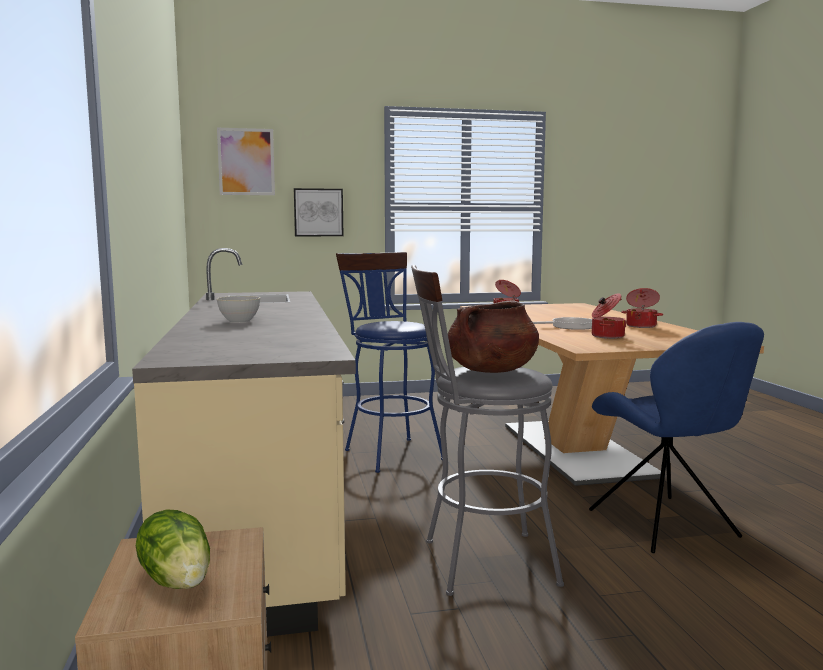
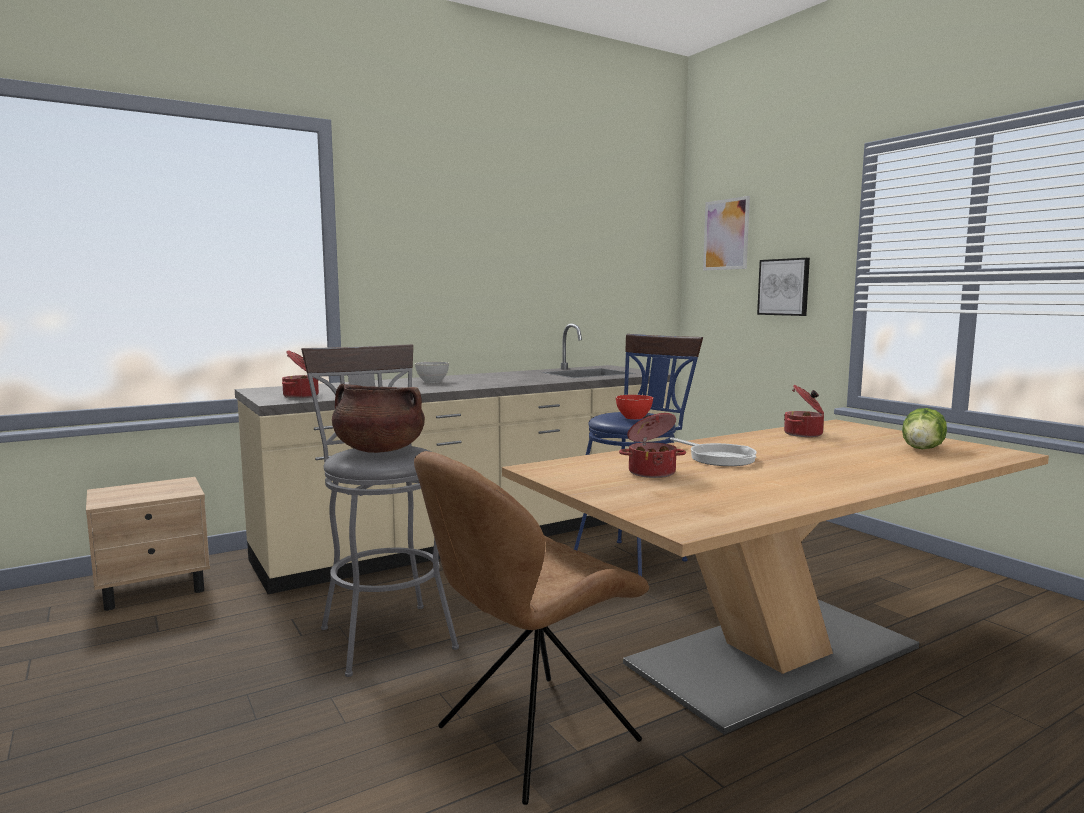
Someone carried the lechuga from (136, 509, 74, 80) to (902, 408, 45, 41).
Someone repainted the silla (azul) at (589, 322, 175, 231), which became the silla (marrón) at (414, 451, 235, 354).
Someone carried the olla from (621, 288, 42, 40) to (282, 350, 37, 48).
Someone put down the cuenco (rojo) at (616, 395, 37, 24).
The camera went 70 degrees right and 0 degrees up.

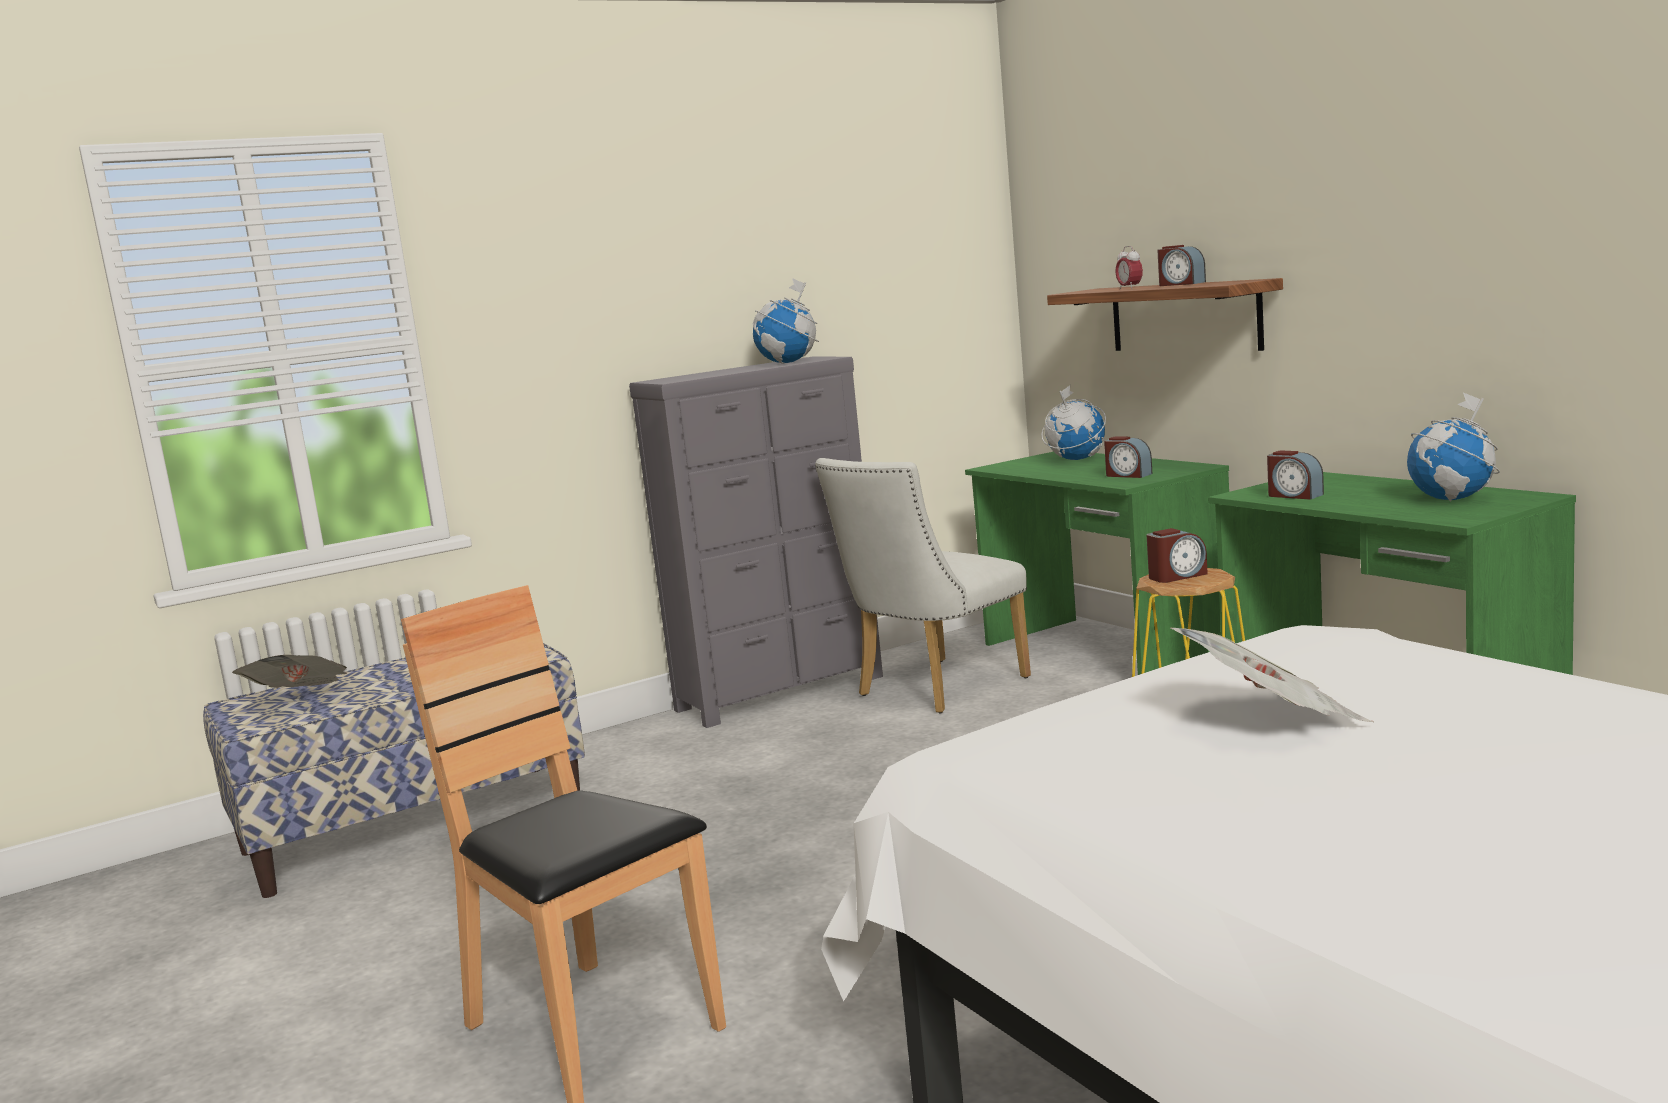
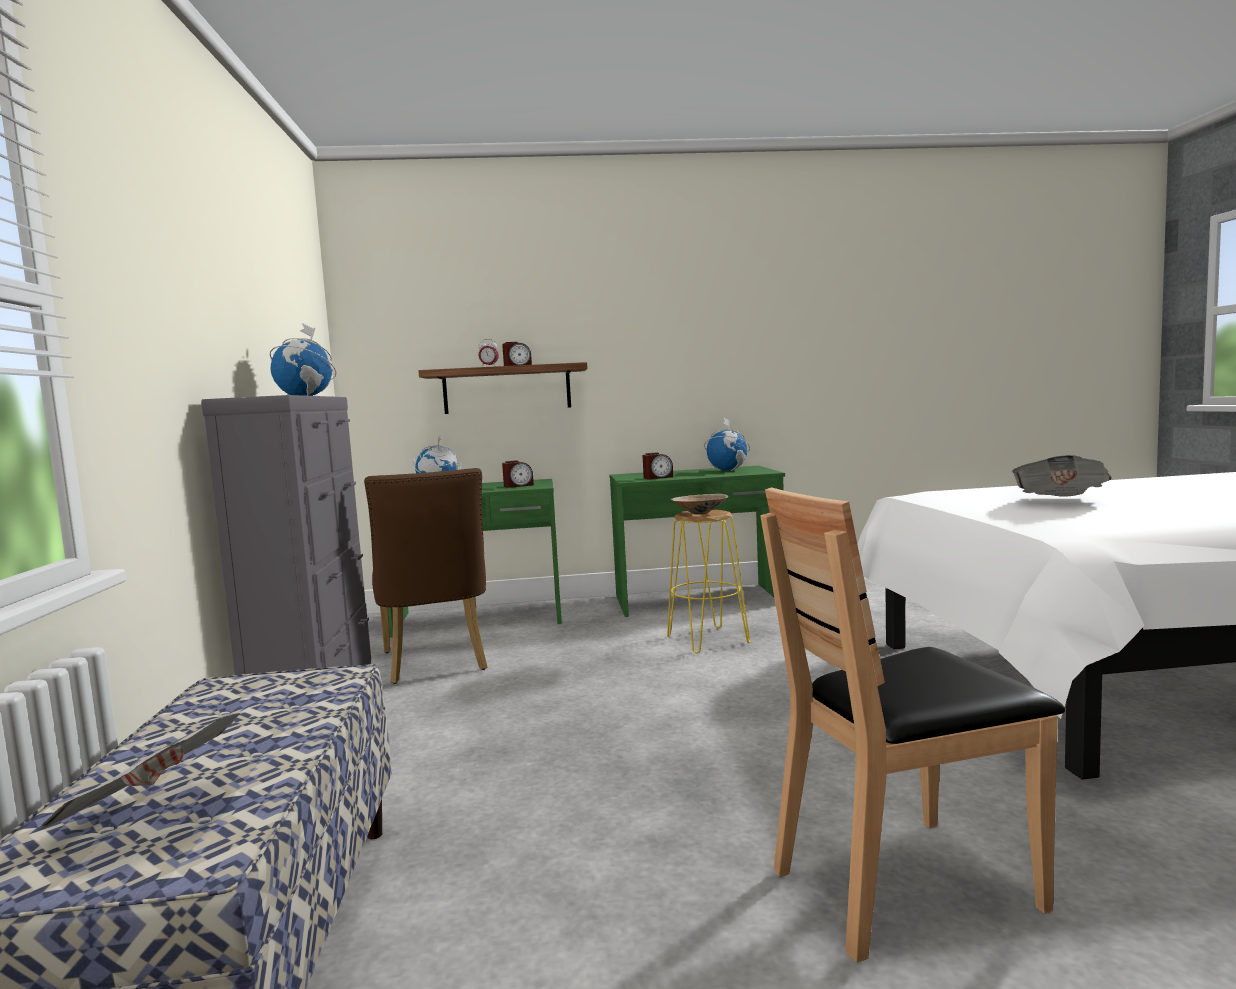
Someone repainted the silla (blanco) at (815, 458, 216, 255), which became the silla (marrón) at (364, 468, 124, 216).
Someone swapped the despertador at (1147, 528, 61, 55) for the cuenco (beis) at (671, 494, 57, 21).
The camera went 65 degrees left and 5 degrees down.

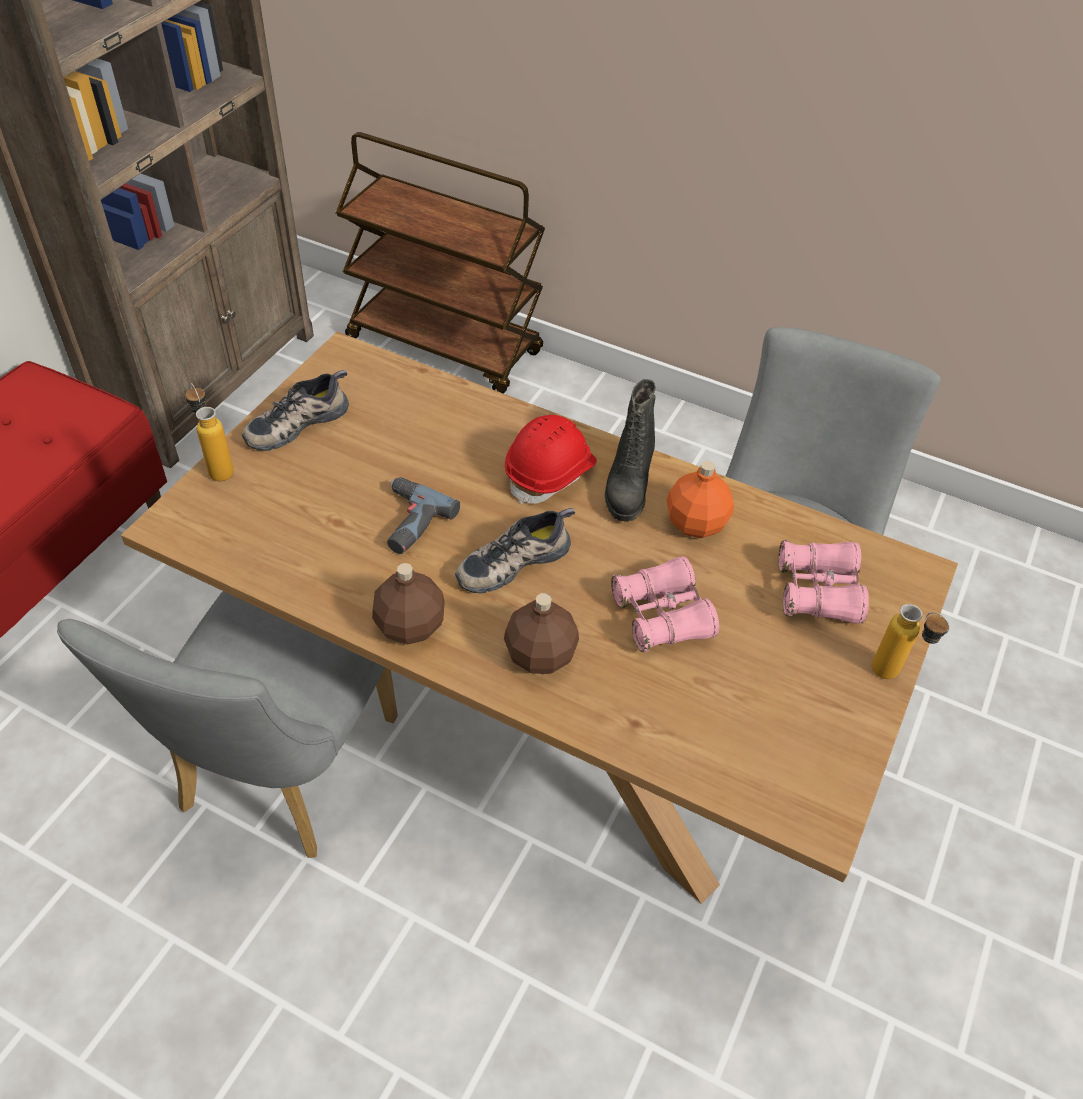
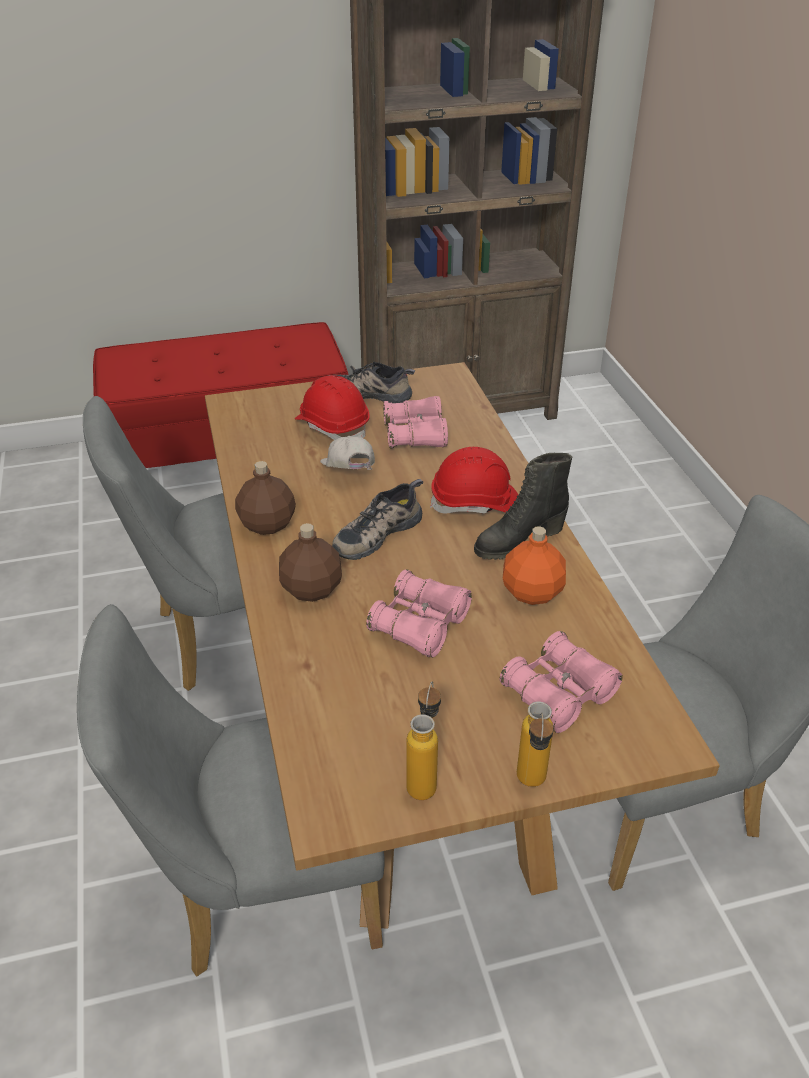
Someone carried the botella from (185, 383, 49, 98) to (406, 682, 35, 118).
Someone took away the carrito (marrón) at (335, 132, 210, 262).
Someone swapped the taladro at (387, 477, 73, 77) for the gorra (blanco) at (320, 436, 55, 34).
Someone rotated the zapato at (455, 508, 120, 85) by 60 degrees counterclockwise.
Someone put down the silla (gris) at (77, 604, 308, 372).
Someone put down the casco (rojo) at (295, 375, 75, 65).
Someone put down the prismáticos (rosa) at (383, 396, 65, 53).
The camera went 50 degrees right and 10 degrees down.

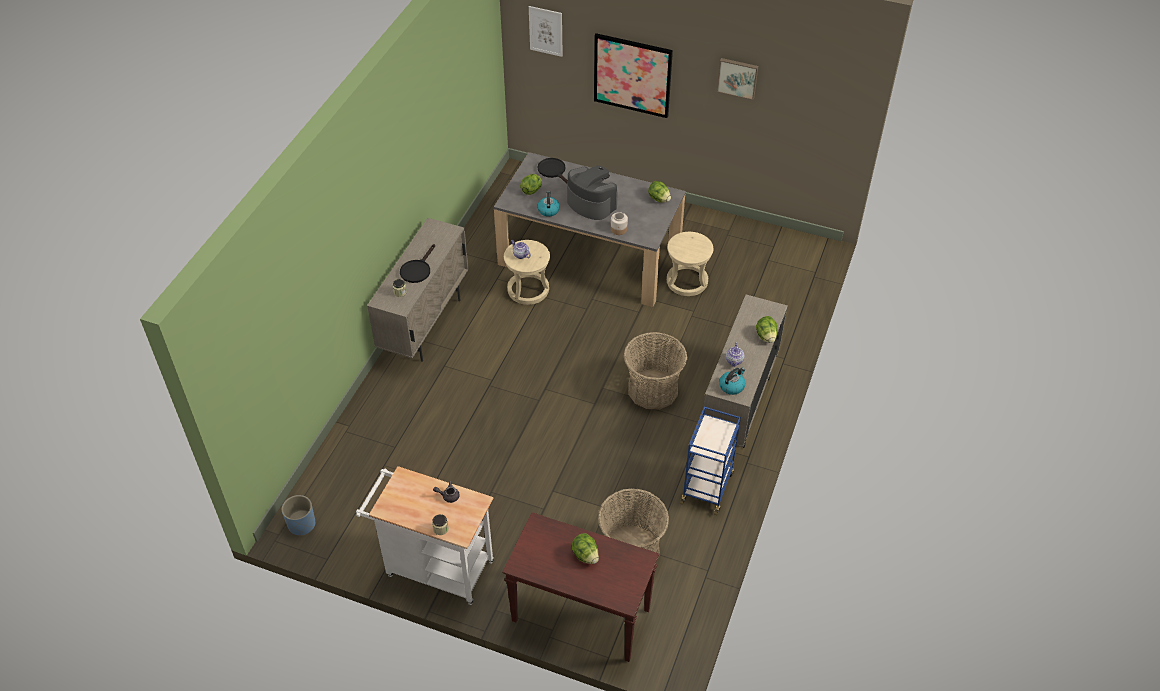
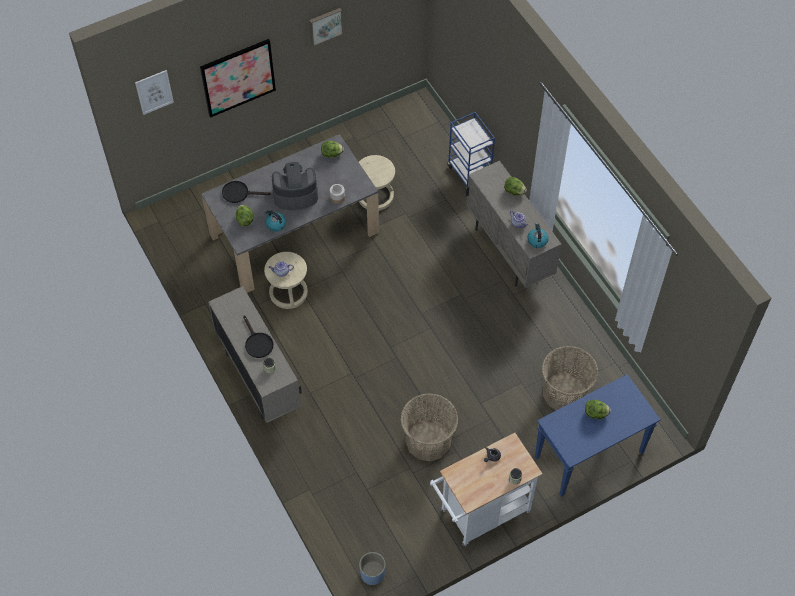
Someone repainted the mesa consola (marrón) at (502, 512, 157, 150), which became the mesa consola (azul) at (535, 374, 126, 123).
Someone carried the cesta from (624, 332, 63, 77) to (401, 393, 57, 68).
Someone carried the carrito (azul) from (680, 407, 61, 108) to (447, 112, 48, 76).
The camera went 50 degrees left and 10 degrees up.

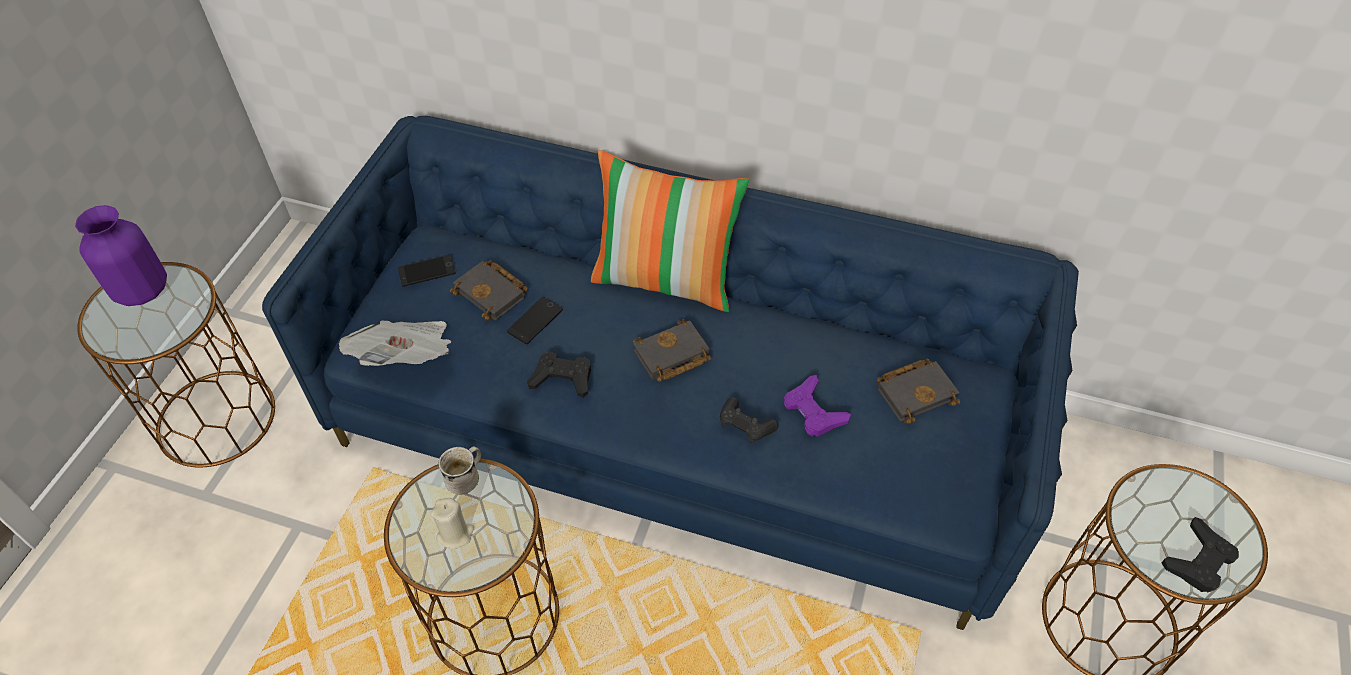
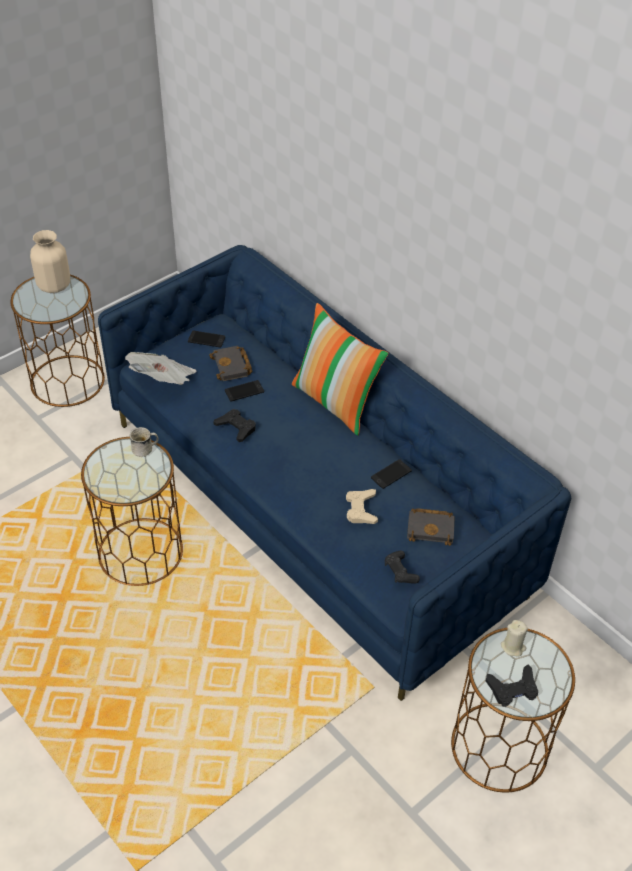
Someone repainted the florero (morado) at (75, 205, 92, 101), which became the florero (beis) at (30, 230, 40, 63).
Someone carried the vela (beis) from (430, 498, 44, 51) to (501, 620, 27, 37).
Someone took away the libro (negro) at (633, 319, 78, 63).
Someone carried the mando de consola (negro) from (720, 397, 58, 46) to (385, 550, 35, 34).
Someone repainted the mando de consola (morado) at (784, 375, 67, 62), which became the mando de consola (beis) at (346, 489, 32, 35).
Someone put down the móvil at (371, 459, 41, 30).
The camera went 30 degrees right and 5 degrees down.

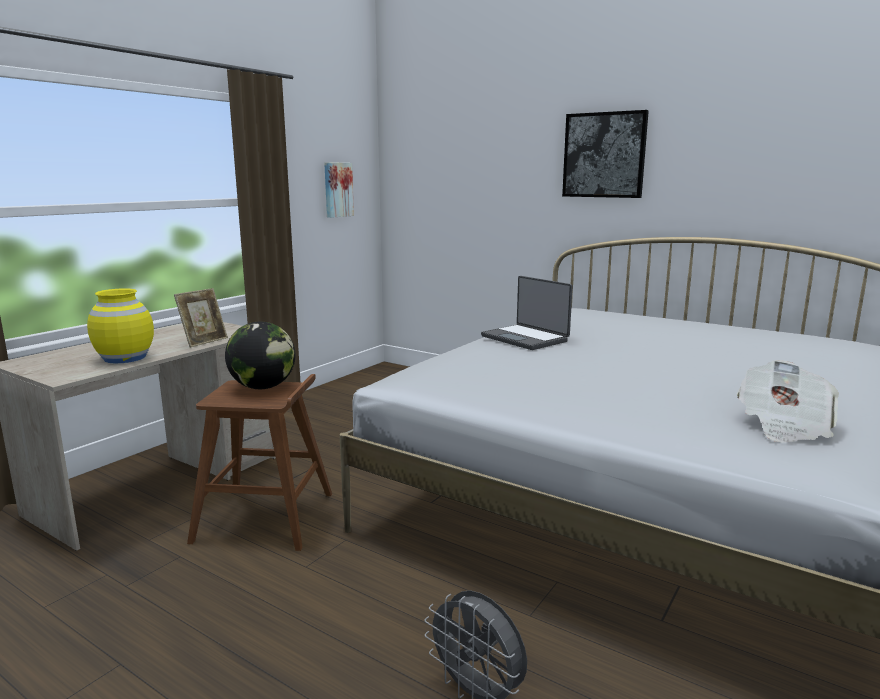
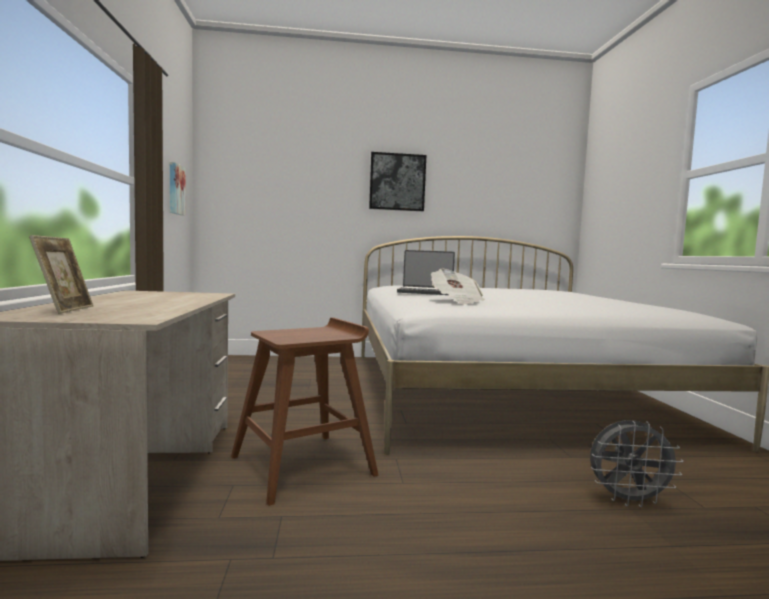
Someone took away the florero (amarillo) at (87, 288, 67, 76).
Someone carried the portarretratos from (174, 288, 54, 60) to (29, 235, 64, 79).
Someone took away the globo terráqueo at (225, 322, 70, 67).
Someone carried the periódico from (737, 360, 102, 83) to (431, 269, 54, 36).
The camera went 40 degrees left and 10 degrees down.

